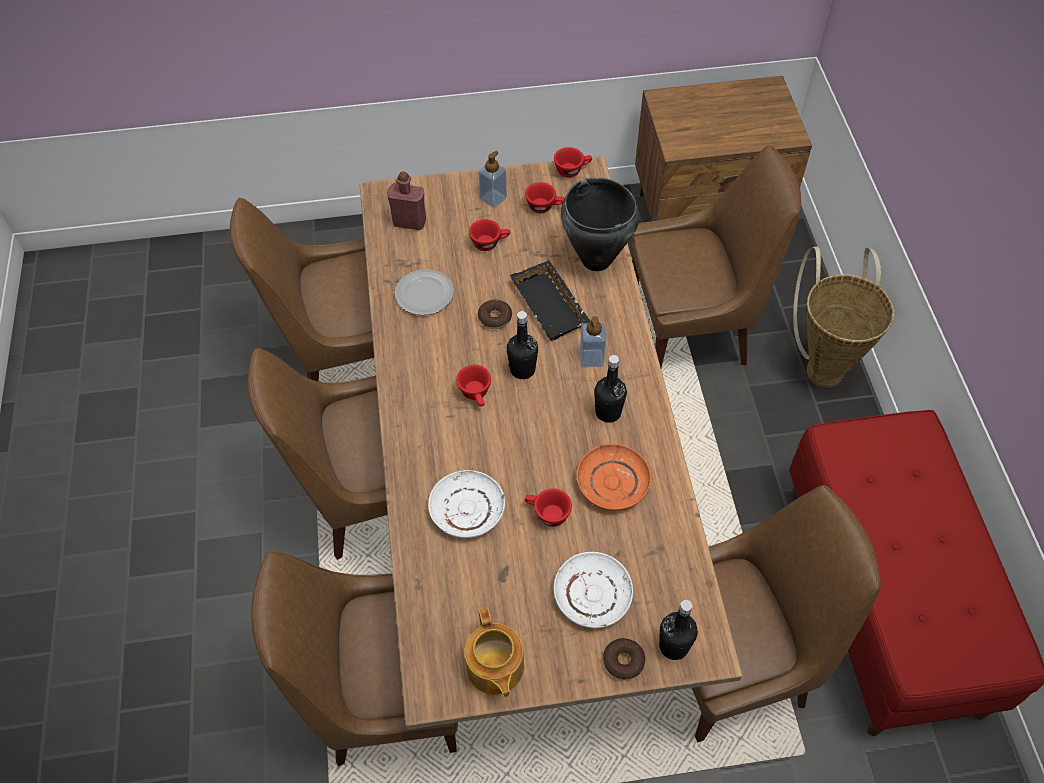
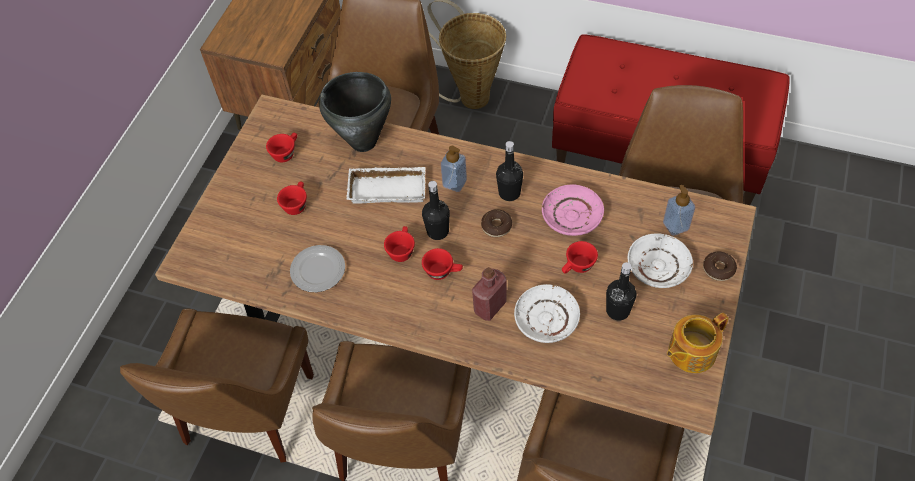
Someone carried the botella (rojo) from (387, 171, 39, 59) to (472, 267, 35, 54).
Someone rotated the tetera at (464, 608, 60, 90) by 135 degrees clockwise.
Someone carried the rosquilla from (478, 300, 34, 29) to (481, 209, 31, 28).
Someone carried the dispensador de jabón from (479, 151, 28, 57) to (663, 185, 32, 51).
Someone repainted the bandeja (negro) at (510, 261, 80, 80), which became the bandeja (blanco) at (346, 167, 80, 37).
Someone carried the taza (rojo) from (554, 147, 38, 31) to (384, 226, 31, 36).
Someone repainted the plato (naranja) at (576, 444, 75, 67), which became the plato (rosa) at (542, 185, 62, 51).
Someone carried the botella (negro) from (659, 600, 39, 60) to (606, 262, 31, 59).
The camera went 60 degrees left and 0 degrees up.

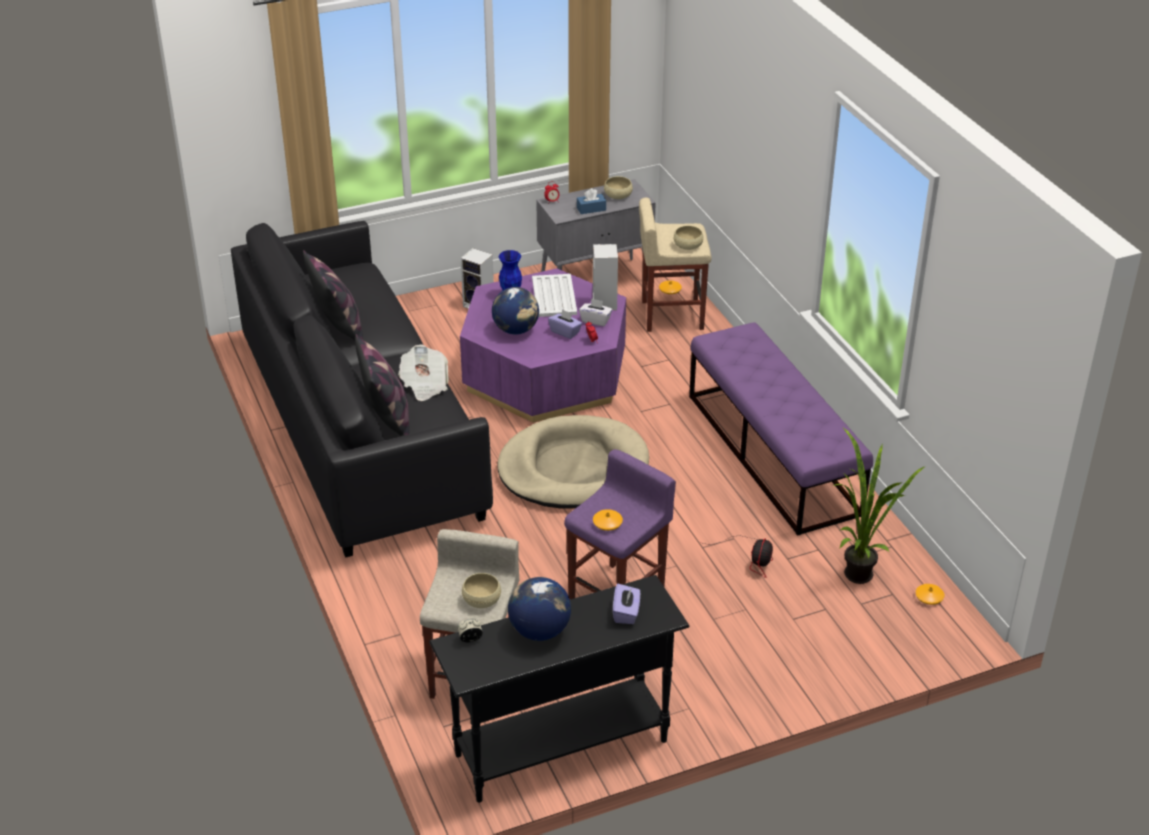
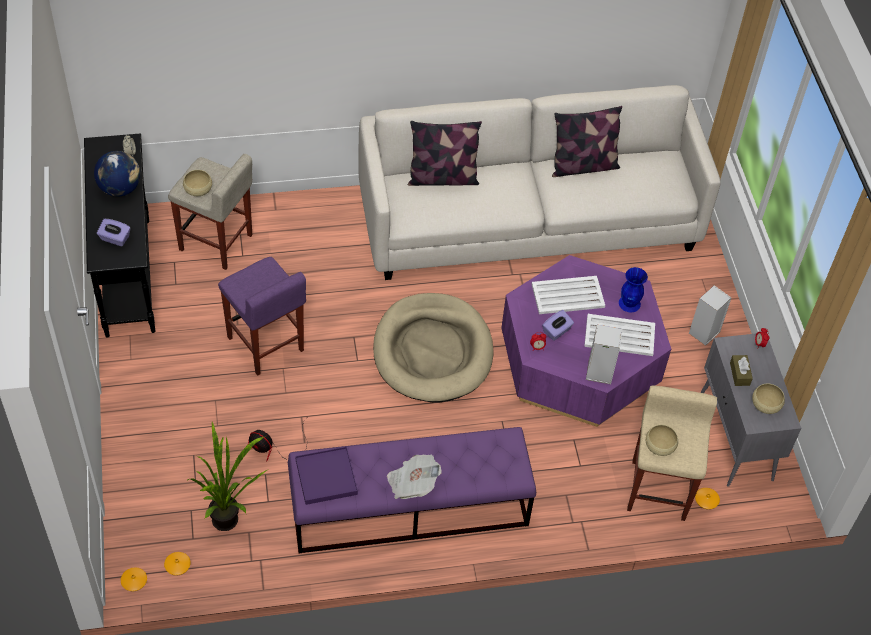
Someone repainted the sofá (negro) at (231, 221, 262, 337), which became the sofá (blanco) at (358, 85, 363, 195).
Someone carried the periódico from (398, 345, 51, 56) to (387, 455, 55, 44).
Someone swapped the globo terráqueo at (492, 287, 47, 48) for the bandeja (blanco) at (532, 276, 73, 38).
Someone repainted the caja de pañuelos (azul) at (577, 188, 29, 26), which became the caja de pañuelos (marrón) at (730, 355, 23, 31).
Someone took away the caja de pañuelos (blanco) at (579, 298, 33, 28).
Someone carried the florero (naranja) from (593, 509, 30, 22) to (121, 567, 26, 24).
Someone put down the bandeja (morado) at (295, 447, 63, 58).
The camera went 100 degrees right and 15 degrees up.

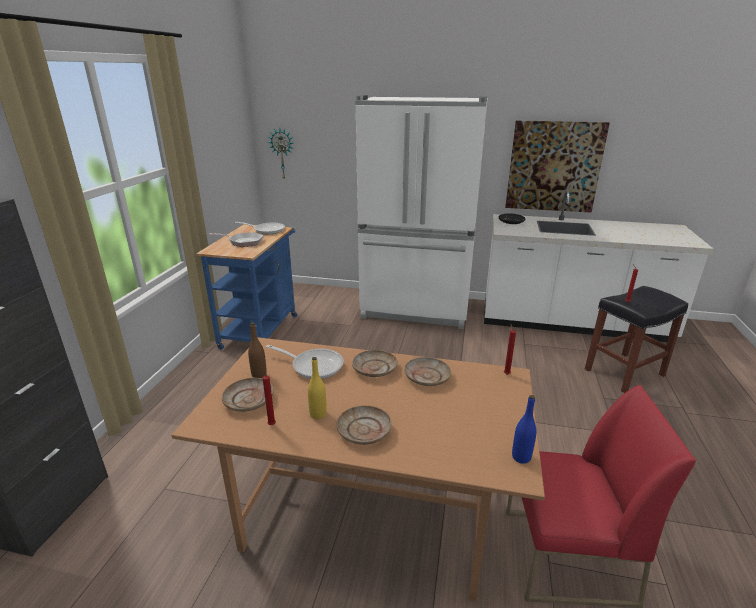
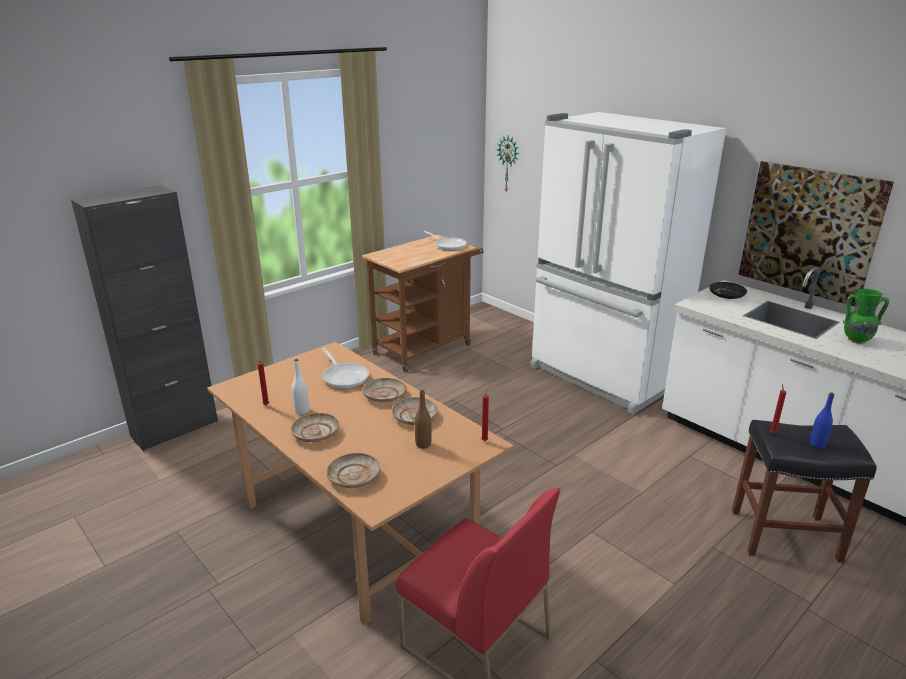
Someone repainted the carrito (azul) at (196, 224, 101, 126), which became the carrito (marrón) at (362, 235, 122, 137).
Someone took away the sartén at (209, 232, 55, 15).
Someone carried the plato (beis) from (222, 378, 52, 34) to (327, 453, 53, 35).
Someone carried the botella (marrón) from (248, 322, 19, 56) to (415, 390, 16, 59).
Someone repainted the botella (amarillo) at (308, 357, 19, 62), which became the botella (blanco) at (292, 359, 17, 55).
Someone carried the botella (azul) from (512, 395, 25, 69) to (810, 392, 24, 57).
Someone put down the florero (verde) at (843, 289, 46, 55).
The camera went 35 degrees right and 0 degrees up.

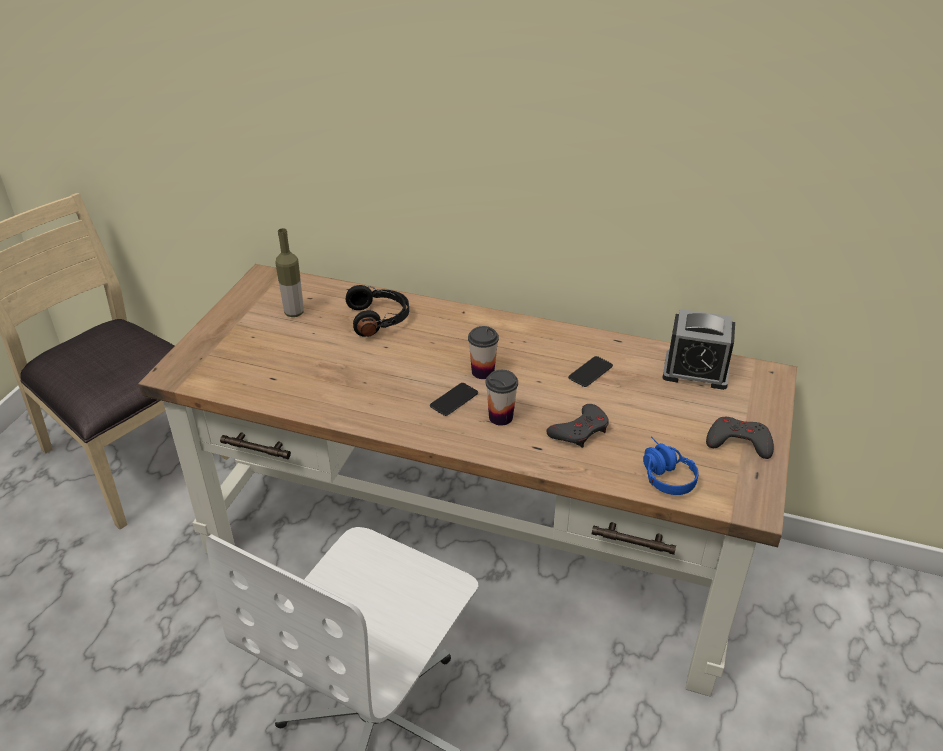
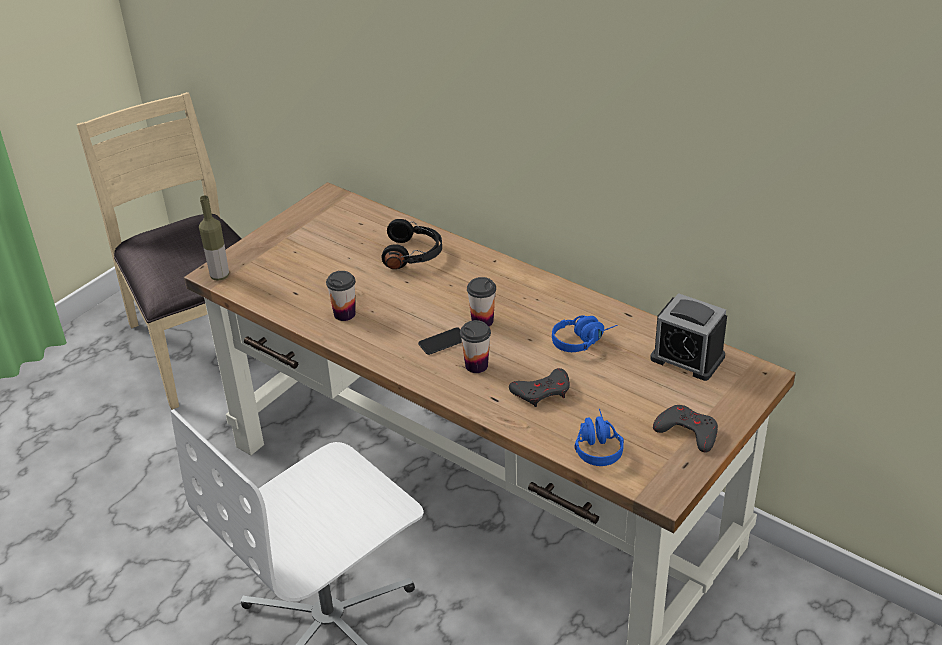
Someone carried the botella from (275, 228, 29, 89) to (199, 195, 30, 86).
Someone swapped the móvil at (568, 356, 45, 31) for the auriculares (azul) at (552, 315, 66, 37).
Someone put down the taza at (326, 271, 29, 50).
The camera went 20 degrees right and 0 degrees up.

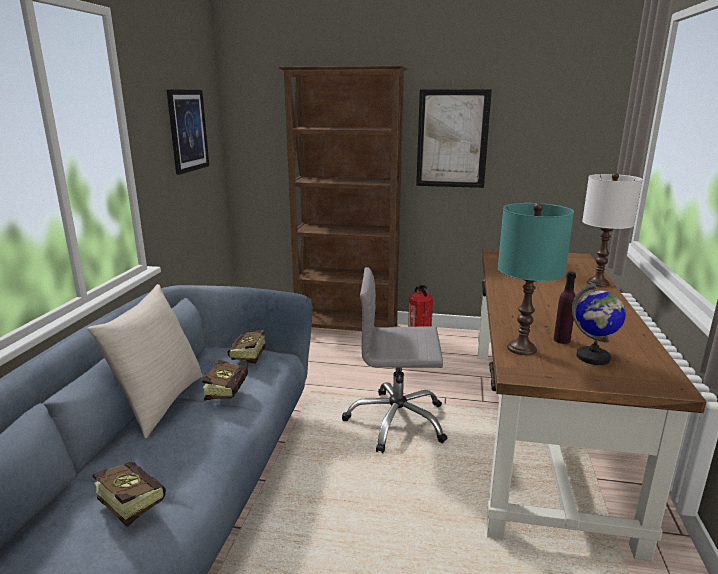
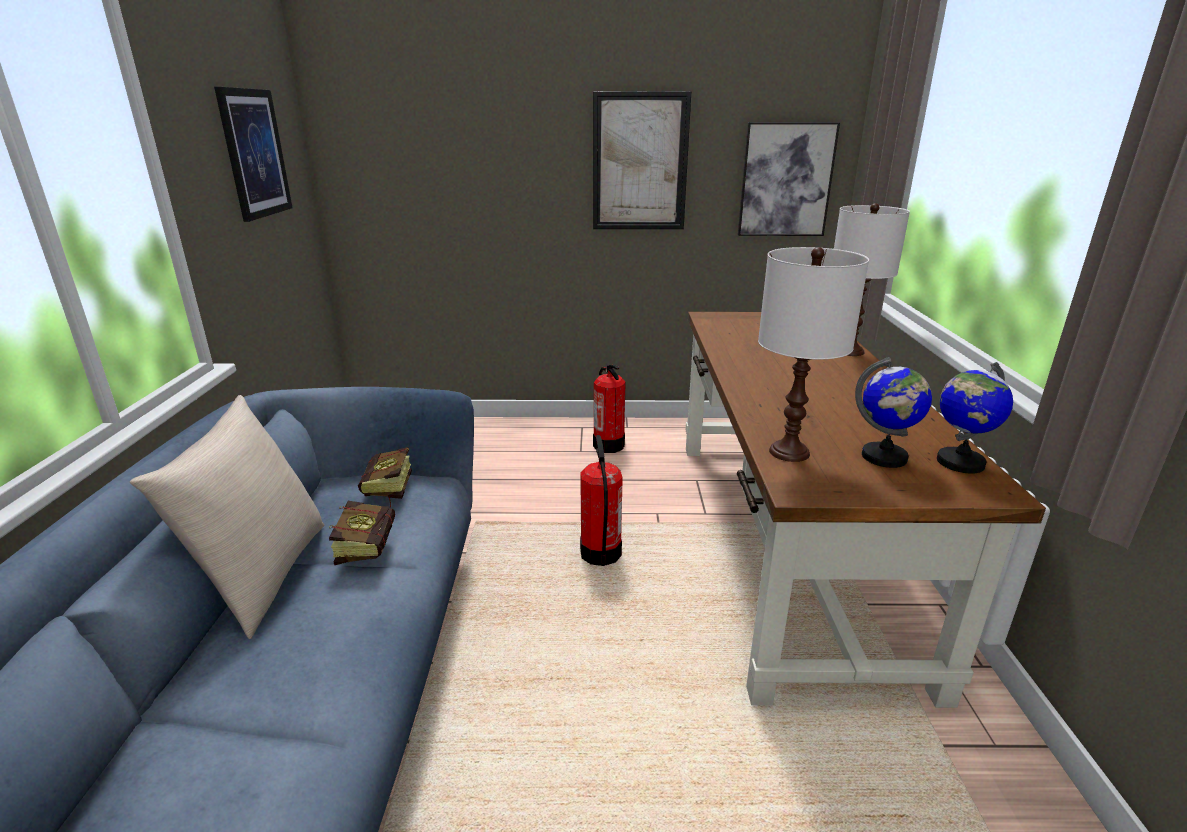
Someone took away the libro at (93, 462, 73, 65).
Someone took away the estantería (marrón) at (278, 66, 130, 265).
Someone swapped the silla de oficina (gris) at (342, 267, 105, 186) for the extintor at (580, 435, 43, 131).
Someone repainted the lámpara de mesa (turquesa) at (498, 203, 76, 152), which became the lámpara de mesa (blanco) at (758, 247, 111, 215).
Someone took away the botella (morado) at (554, 272, 22, 72).
Someone put up the cuadro at (738, 122, 102, 114).
Someone put down the globo terráqueo at (937, 362, 76, 112).
The camera went 10 degrees left and 5 degrees up.

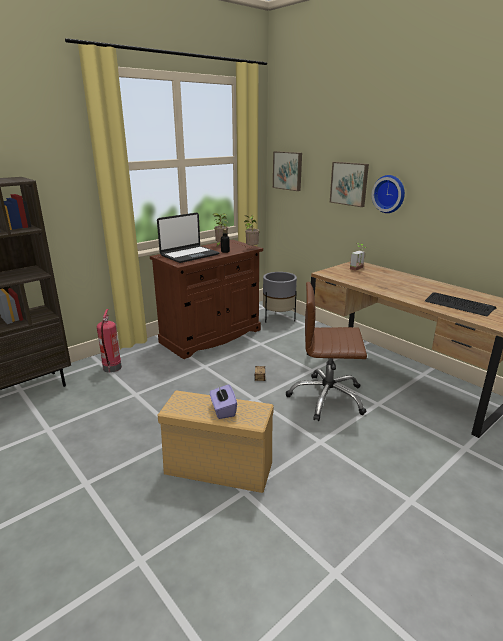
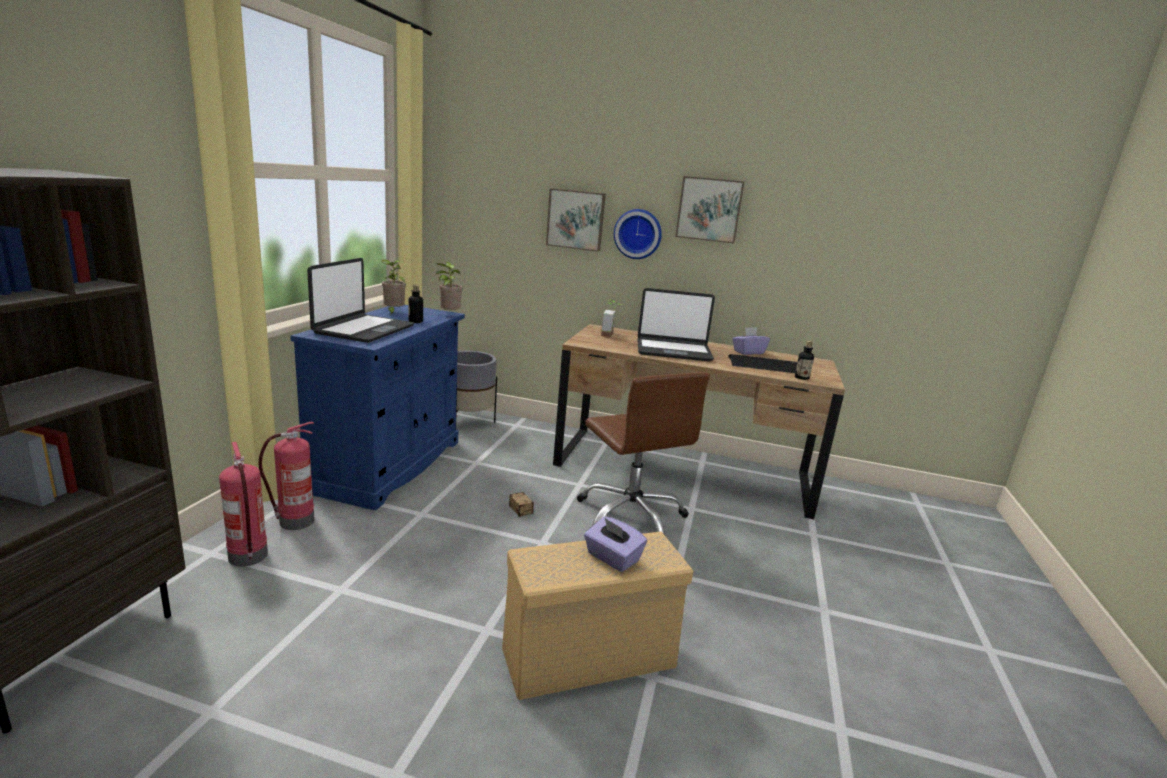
Someone repainted the armario (marrón) at (150, 240, 113, 119), which became the armario (azul) at (290, 305, 175, 205).
Someone carried the cuadro from (273, 151, 29, 40) to (675, 176, 69, 67).
Someone rotated the silla de oficina (marrón) at (286, 282, 81, 139) by 90 degrees counterclockwise.
Someone put down the extintor at (259, 422, 55, 108).
Someone put down the portátil at (637, 288, 78, 74).
Someone put down the caja de pañuelos (morado) at (732, 327, 38, 28).
Someone put down the botella at (795, 341, 19, 39).
The camera went 35 degrees left and 5 degrees down.

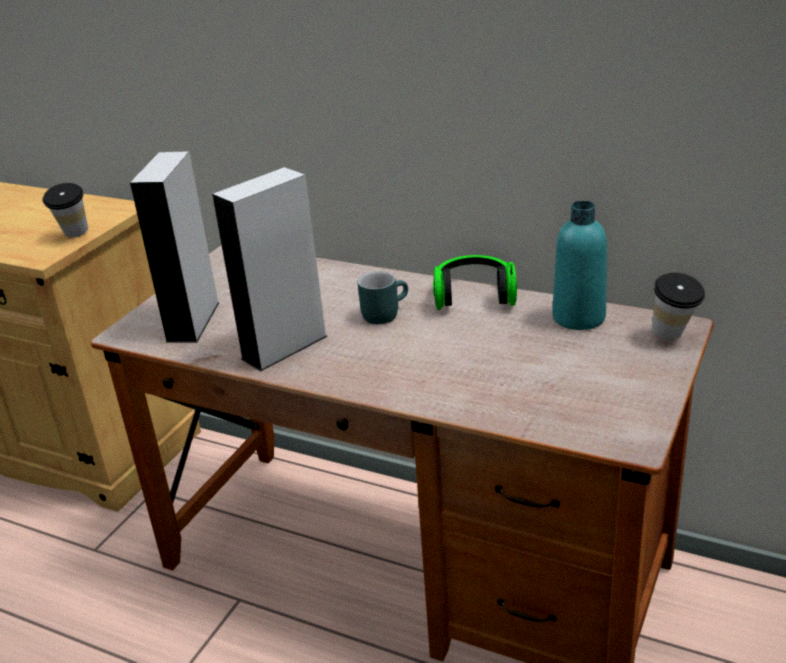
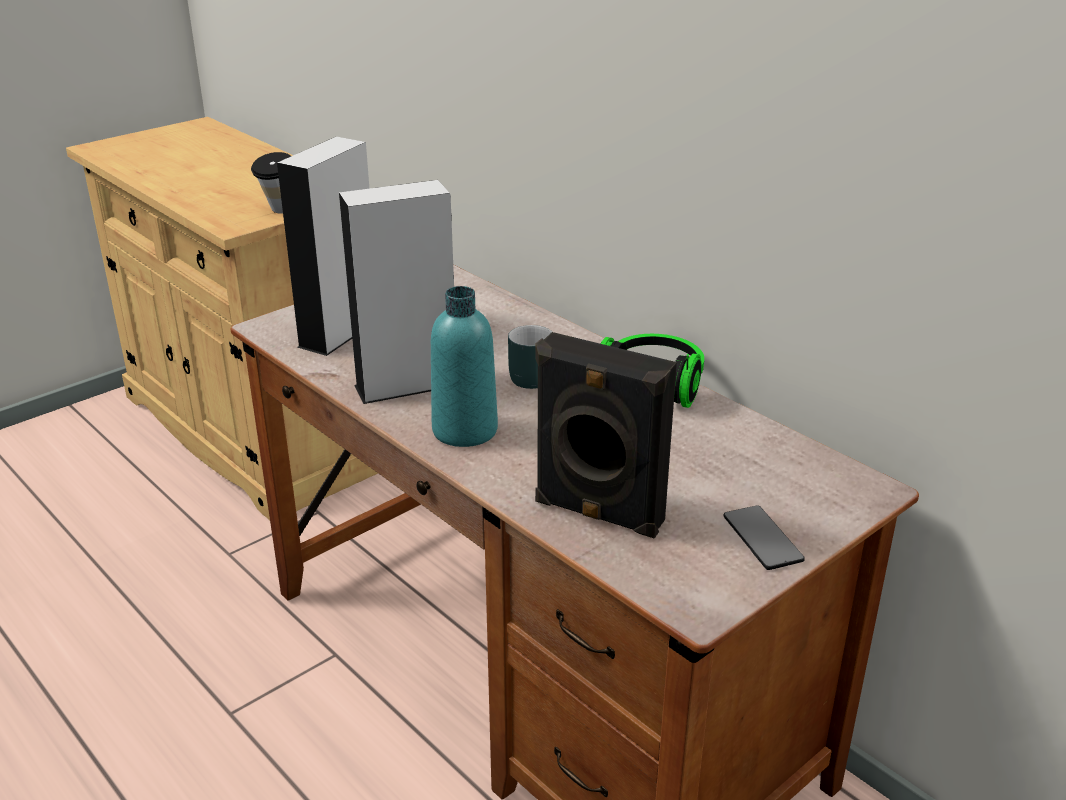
Someone carried the botella (turquesa) from (552, 201, 55, 129) to (431, 286, 67, 161).
Someone took away the taza at (652, 273, 53, 67).
Someone put down the altavoz (negro) at (535, 332, 142, 207).
Someone put down the móvil at (723, 505, 82, 65).
The camera went 20 degrees right and 0 degrees up.

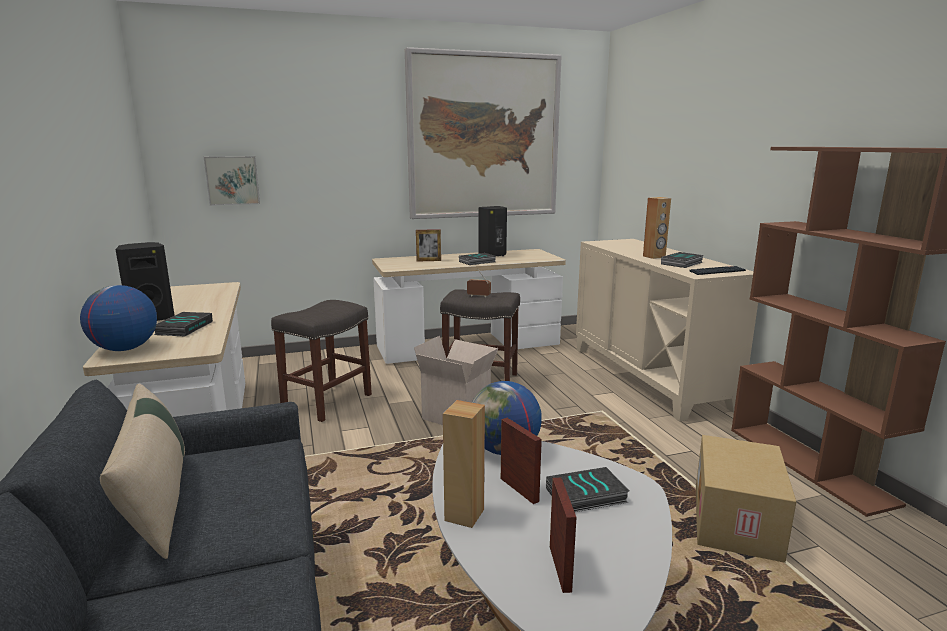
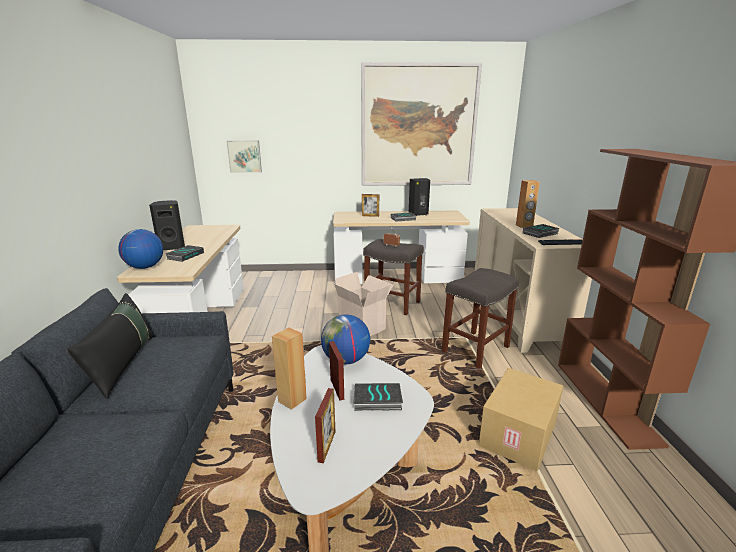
Someone repainted the cojín (beis) at (100, 384, 85, 175), which became the cojín (negro) at (67, 293, 87, 106).
Someone carried the taburete (gris) from (271, 300, 101, 122) to (442, 268, 77, 101).
The camera went 15 degrees right and 5 degrees up.

